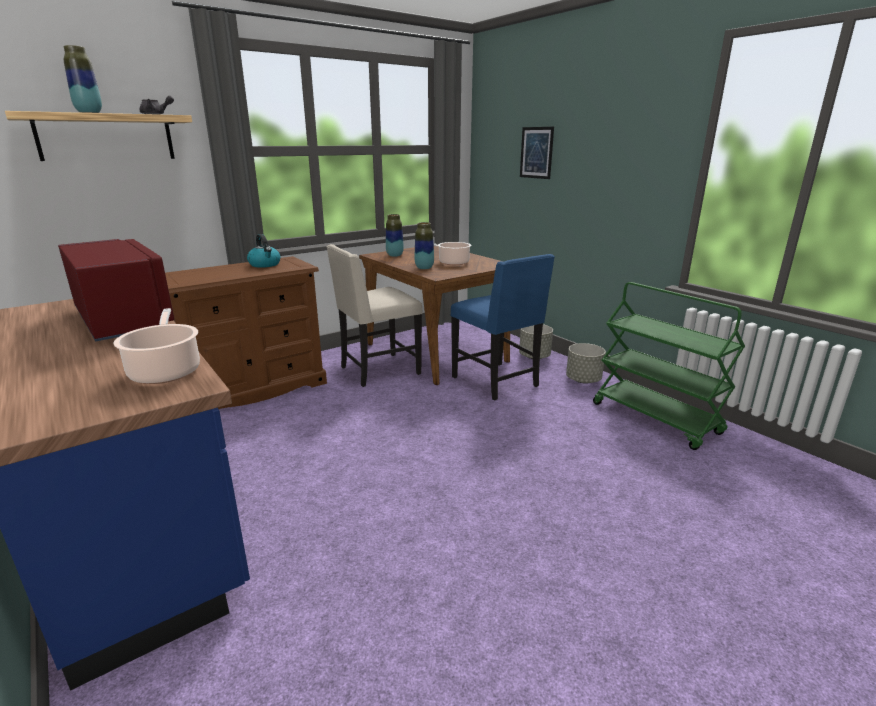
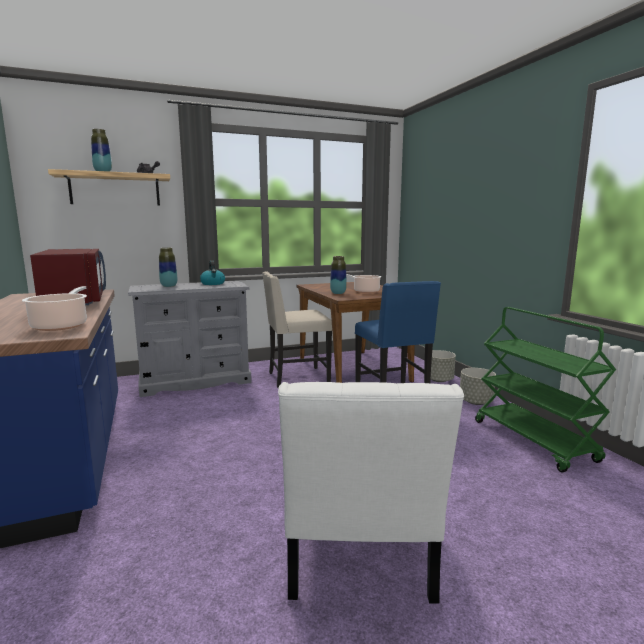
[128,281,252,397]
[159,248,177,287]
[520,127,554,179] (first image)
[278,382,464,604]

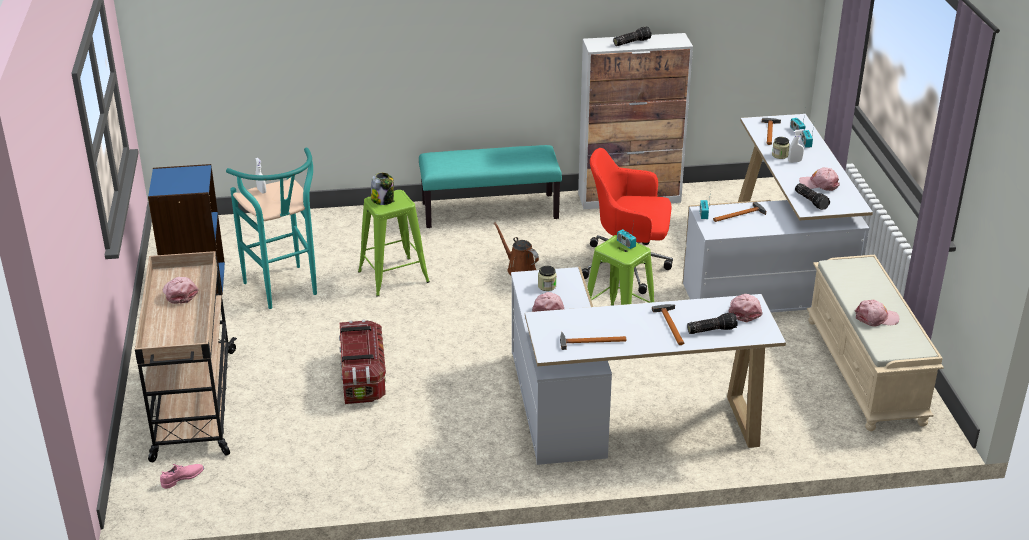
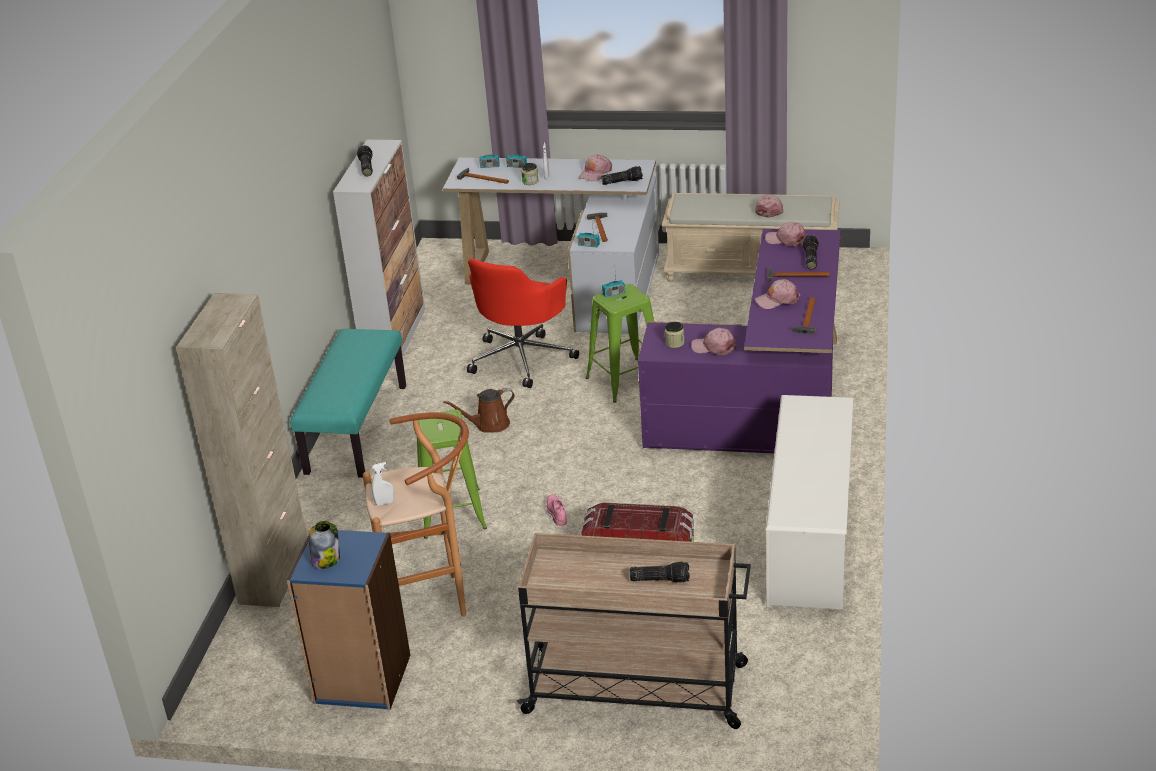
[547,494,567,526]
[755,279,800,309]
[363,412,469,617]
[309,521,340,569]
[638,229,841,453]
[176,293,307,607]
[630,562,690,583]
[765,395,854,609]

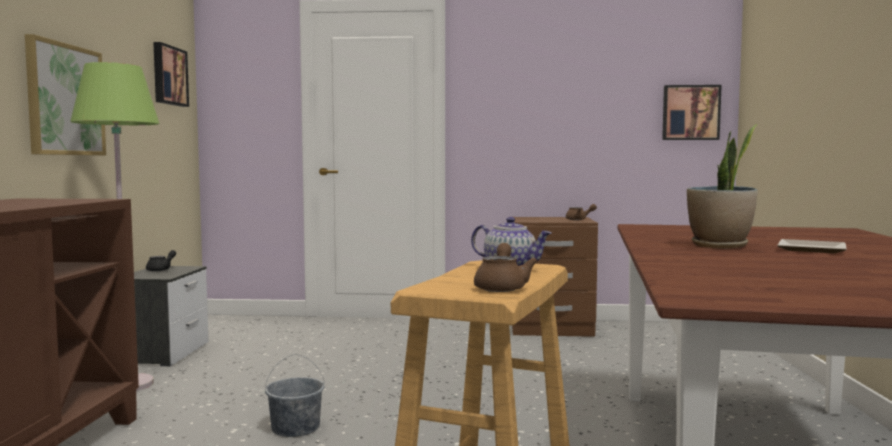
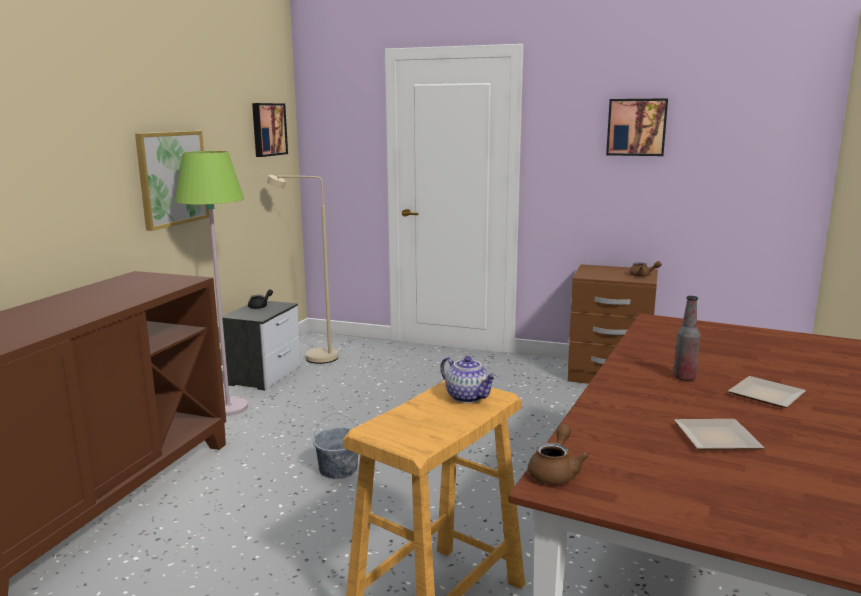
[528,424,589,485]
[606,98,668,156]
[673,296,700,381]
[266,175,338,364]
[675,419,764,450]

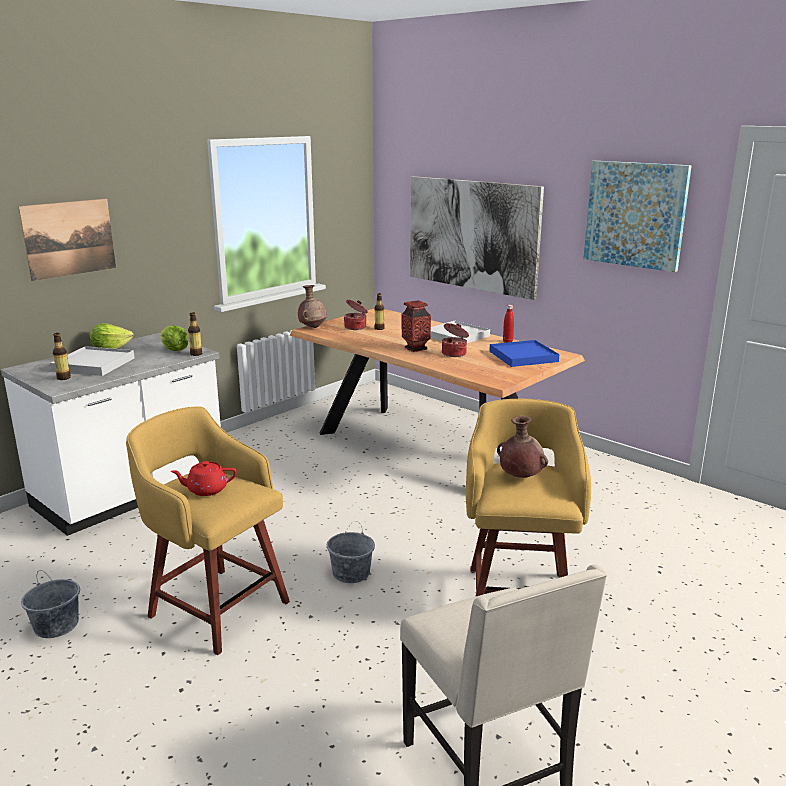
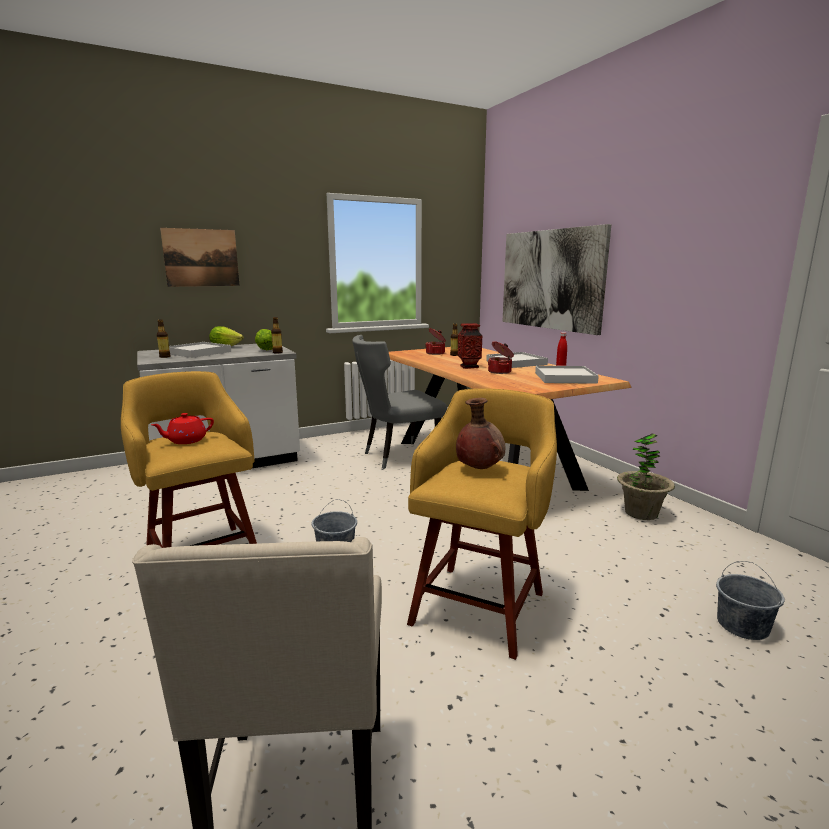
[716,561,785,640]
[151,413,214,444]
[298,285,327,328] (first image)
[535,366,599,384]
[583,161,692,272] (first image)
[352,335,447,469]
[617,433,675,520]

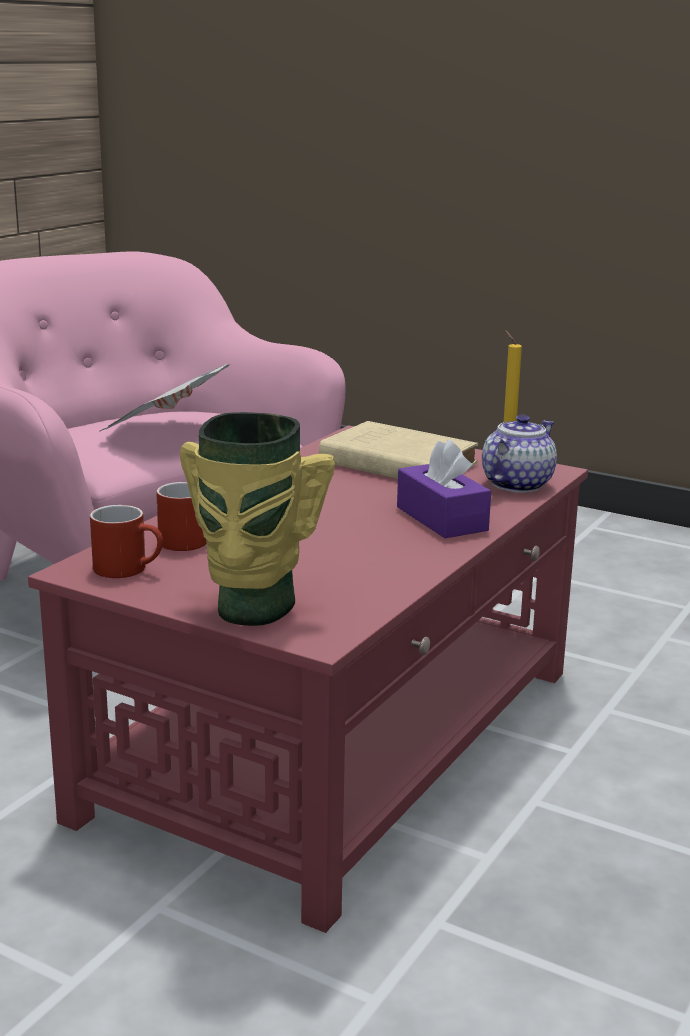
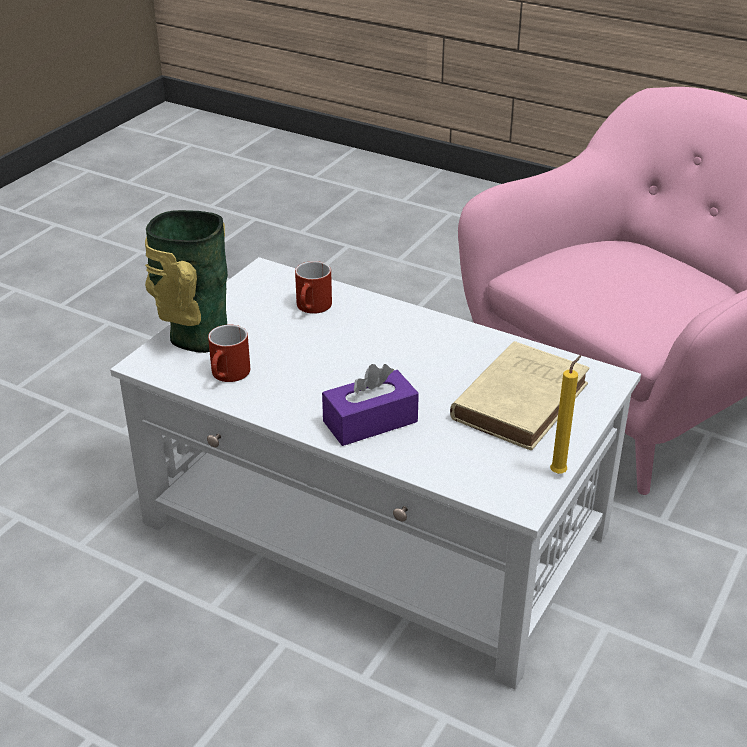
[110,257,641,689]
[208,325,250,382]
[100,364,229,431] (first image)
[482,414,557,493] (first image)

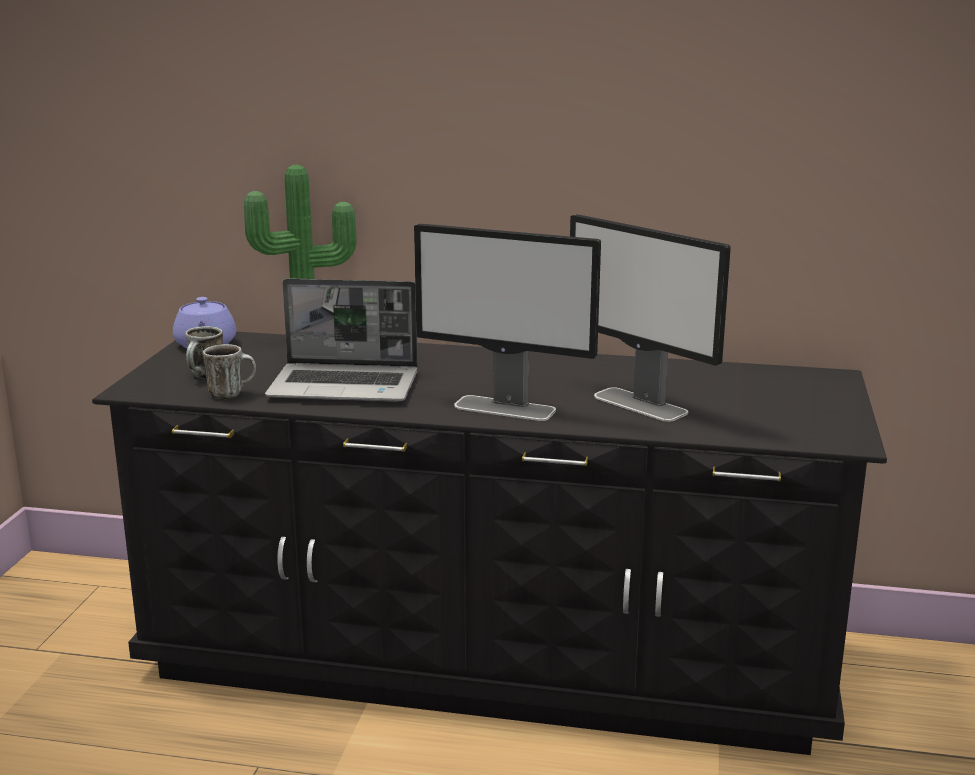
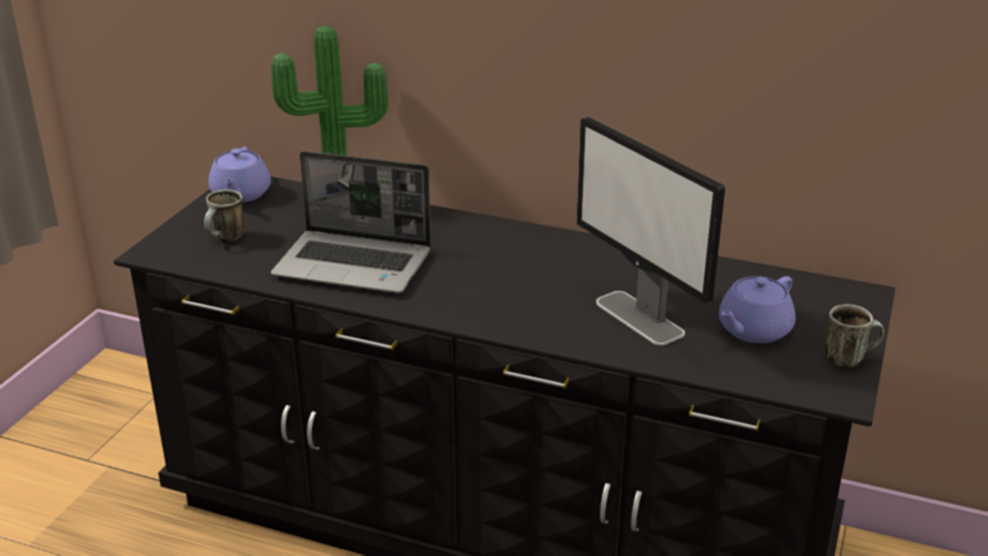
[825,304,884,368]
[414,223,601,421] (first image)
[719,276,795,343]

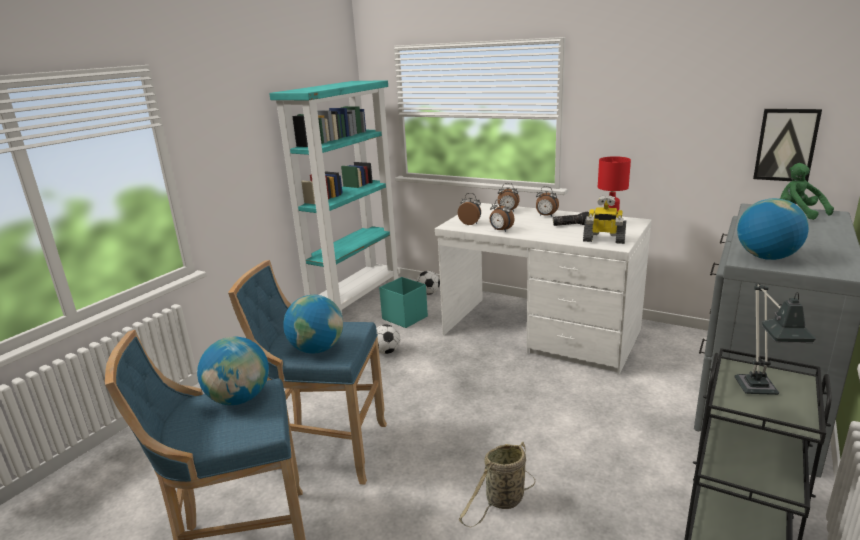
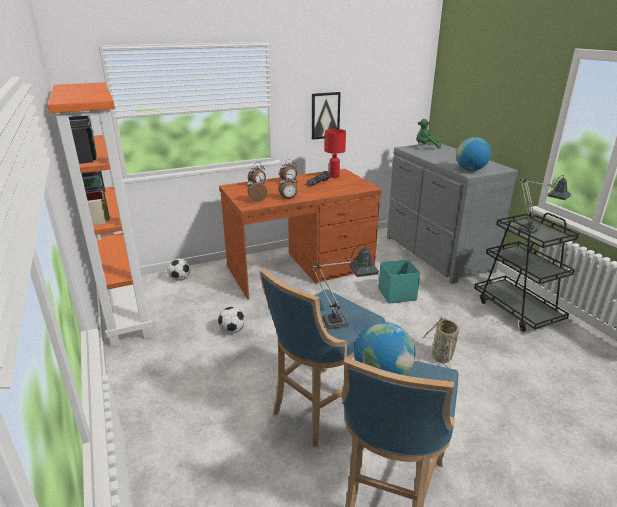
[47,82,152,347]
[311,244,379,329]
[378,259,420,304]
[219,169,382,300]
[583,195,626,244] (first image)
[312,92,341,140]

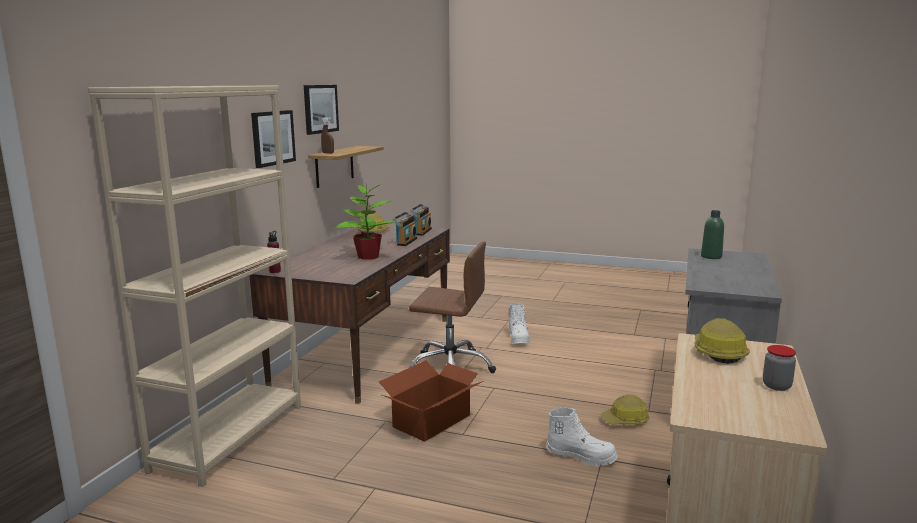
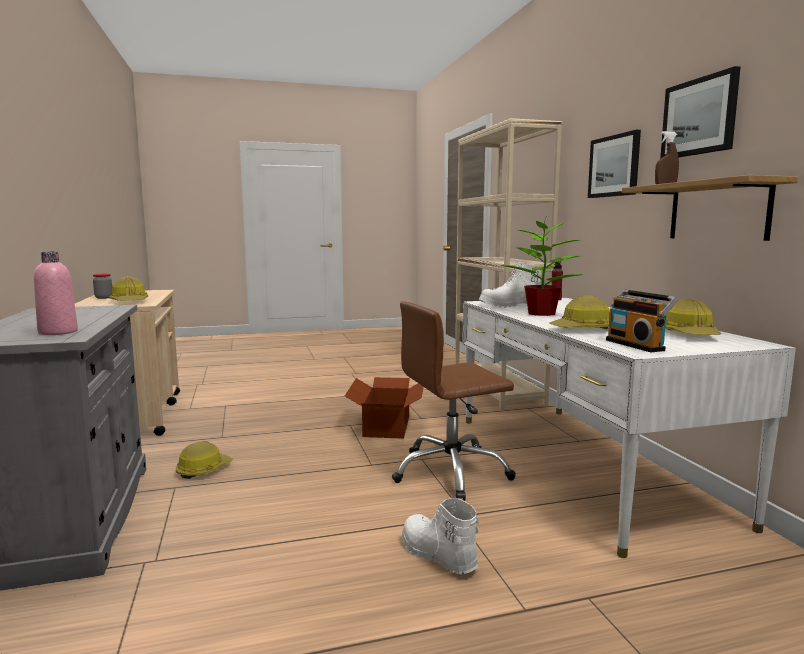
[462,298,796,558]
[550,295,610,330]
[479,262,542,308]
[34,251,78,335]

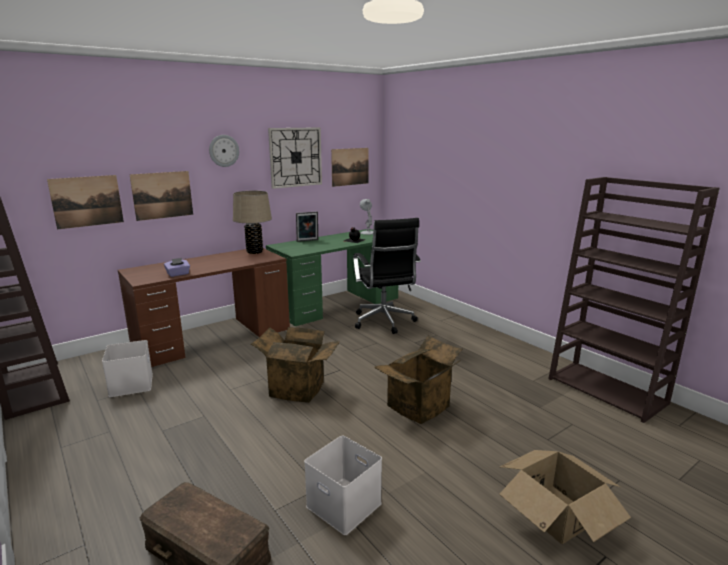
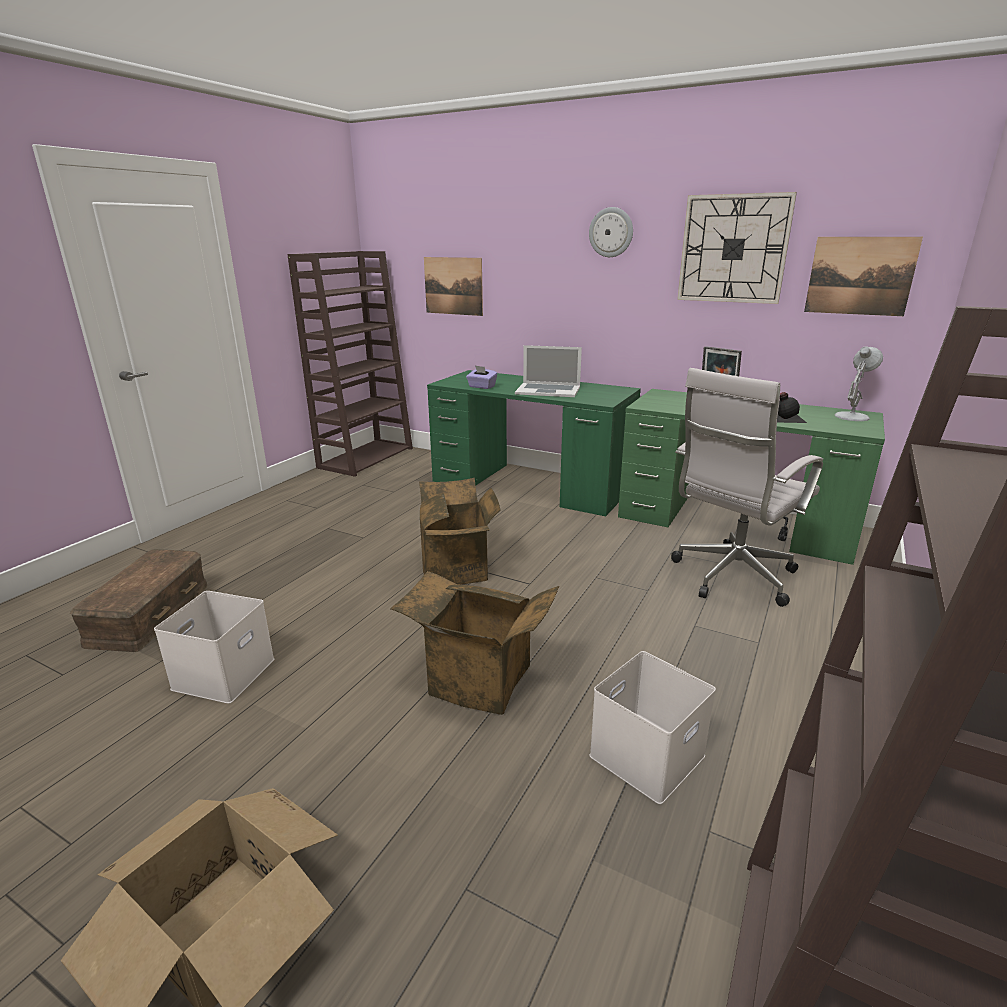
[589,651,716,804]
[427,370,641,516]
[130,171,193,221] (first image)
[233,191,272,254] (first image)
[671,368,823,607]
[515,345,582,397]

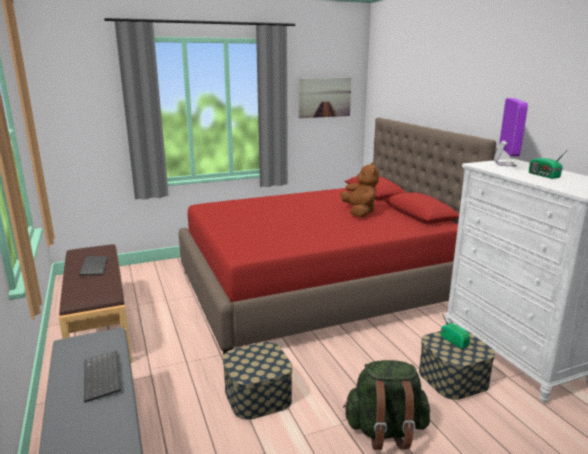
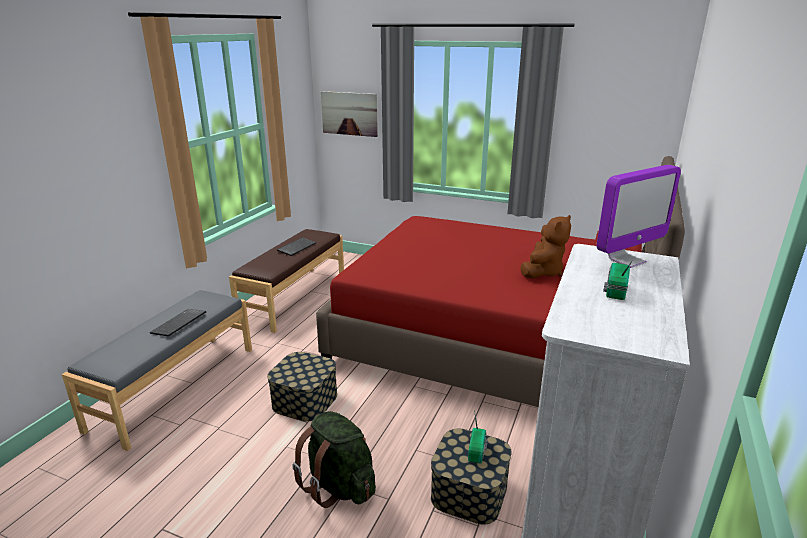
[321,91,378,137]

